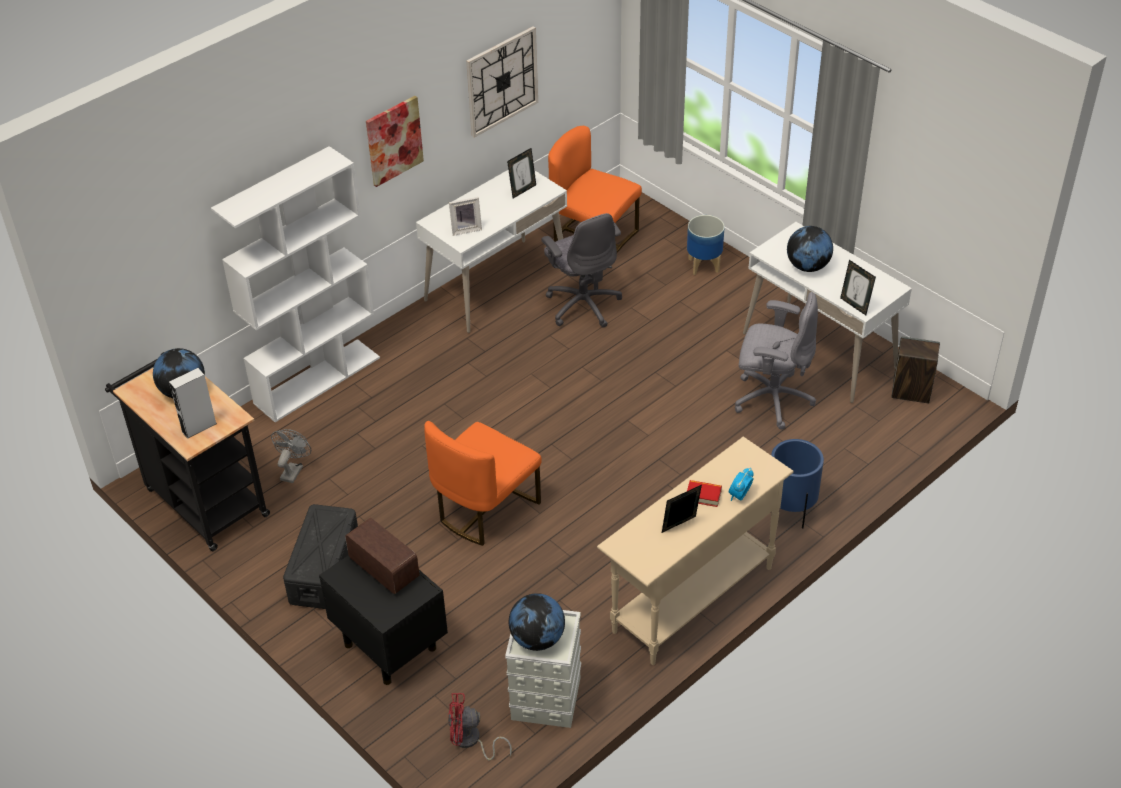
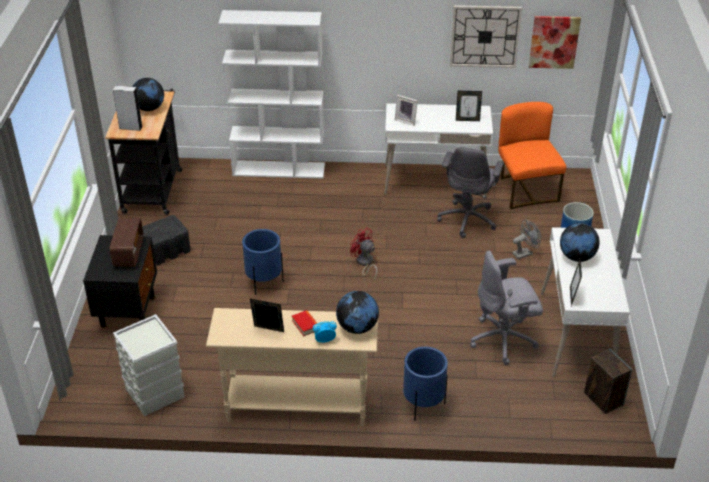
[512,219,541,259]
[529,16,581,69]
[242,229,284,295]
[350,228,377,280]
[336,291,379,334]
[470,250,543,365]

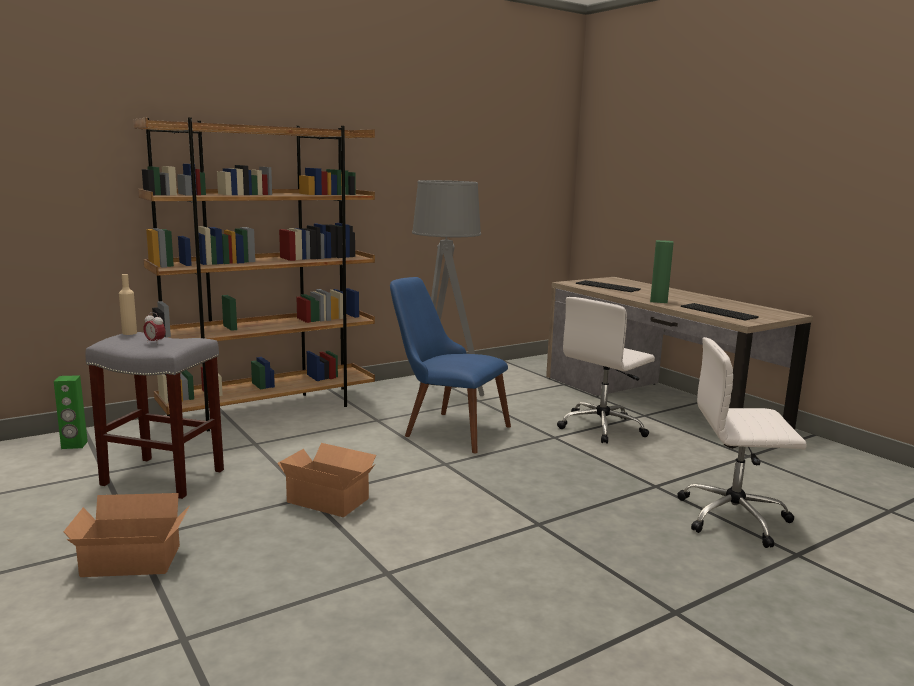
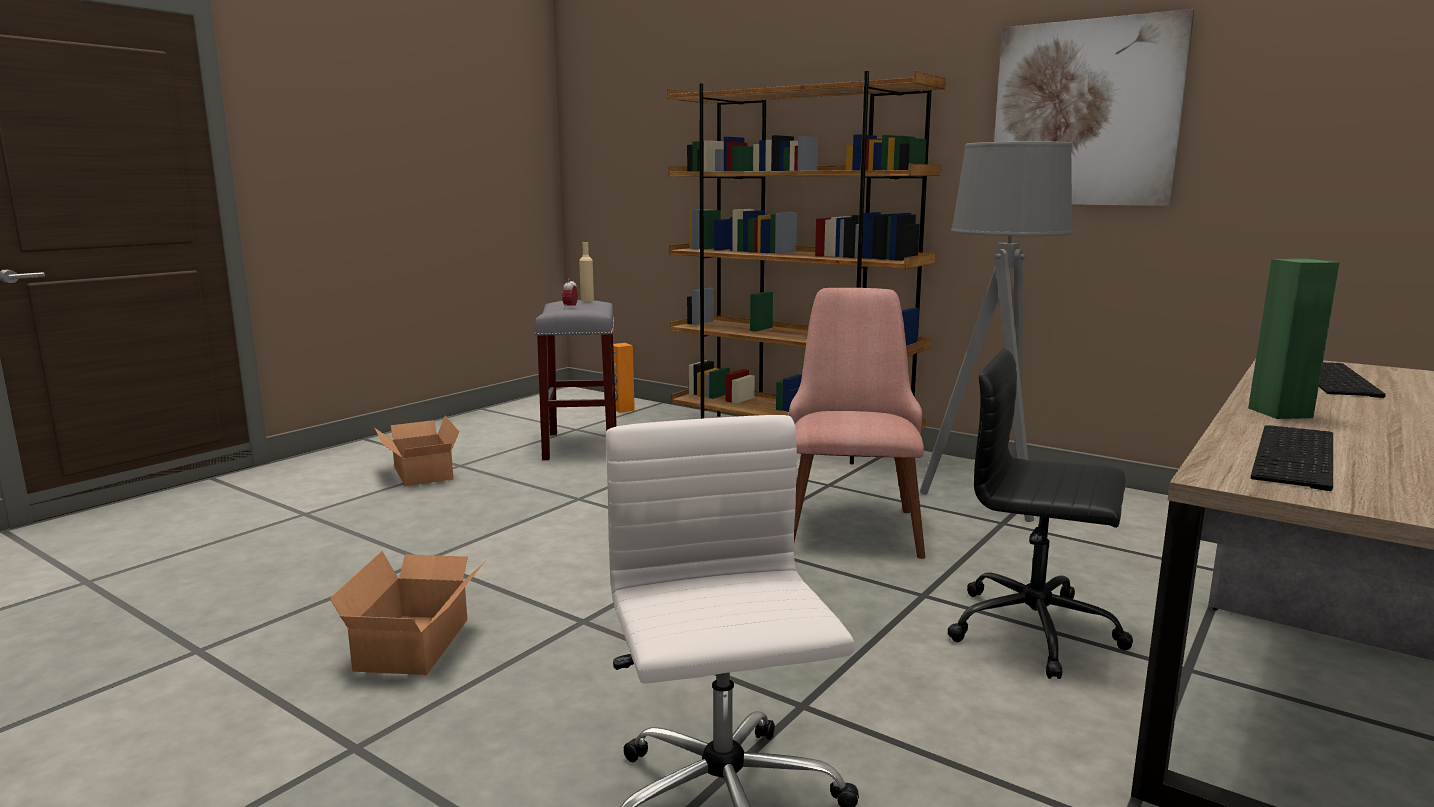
[613,343,635,413]
[330,551,486,675]
[789,288,925,559]
[948,348,1133,679]
[994,9,1195,206]

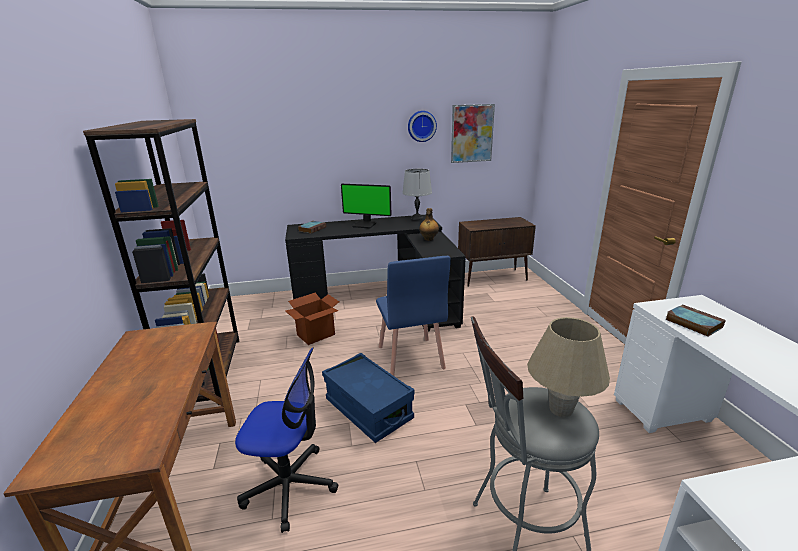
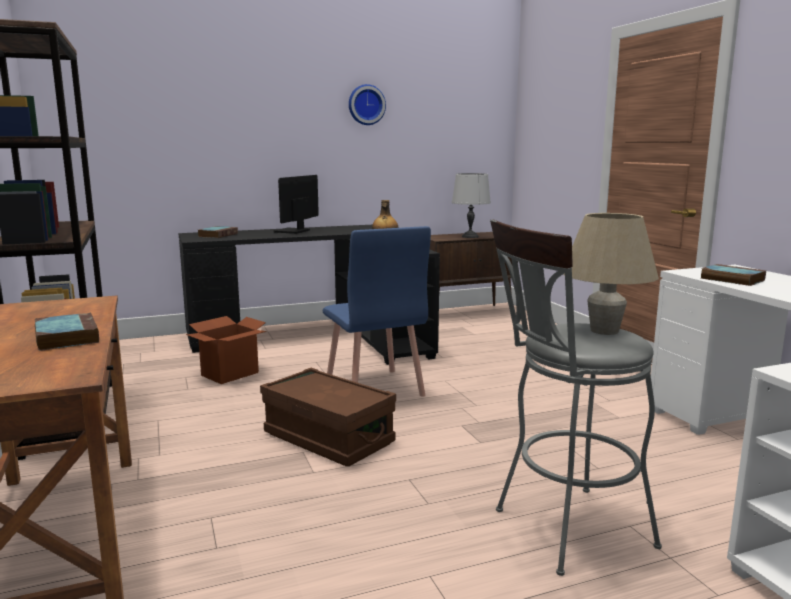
[235,348,338,533] (first image)
[260,368,396,466]
[274,175,319,234]
[452,173,491,238]
[451,104,495,163] (first image)
[35,313,99,351]

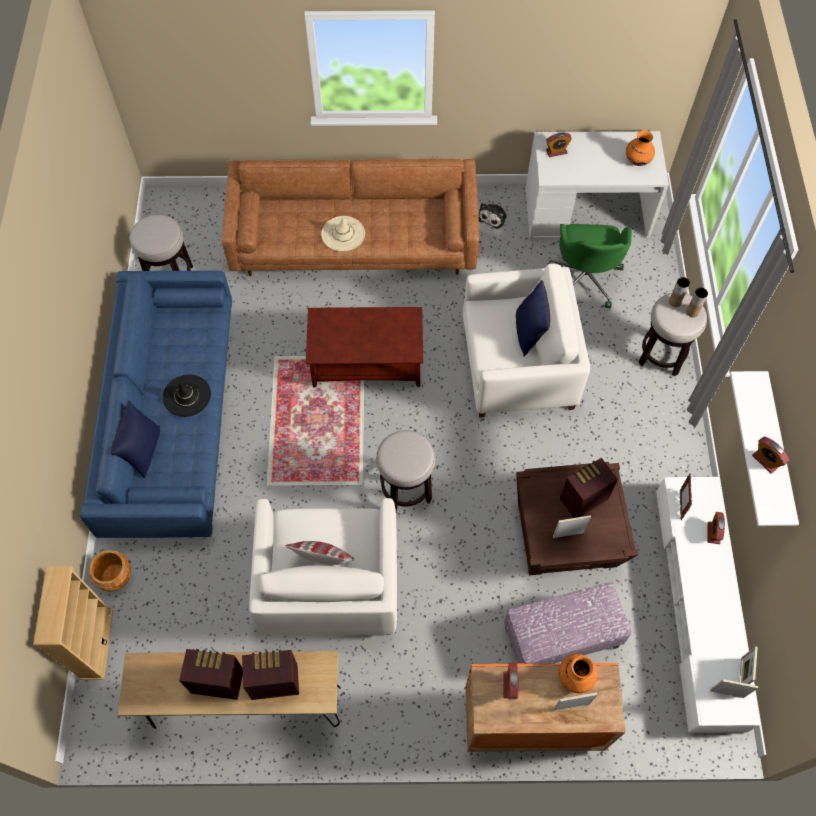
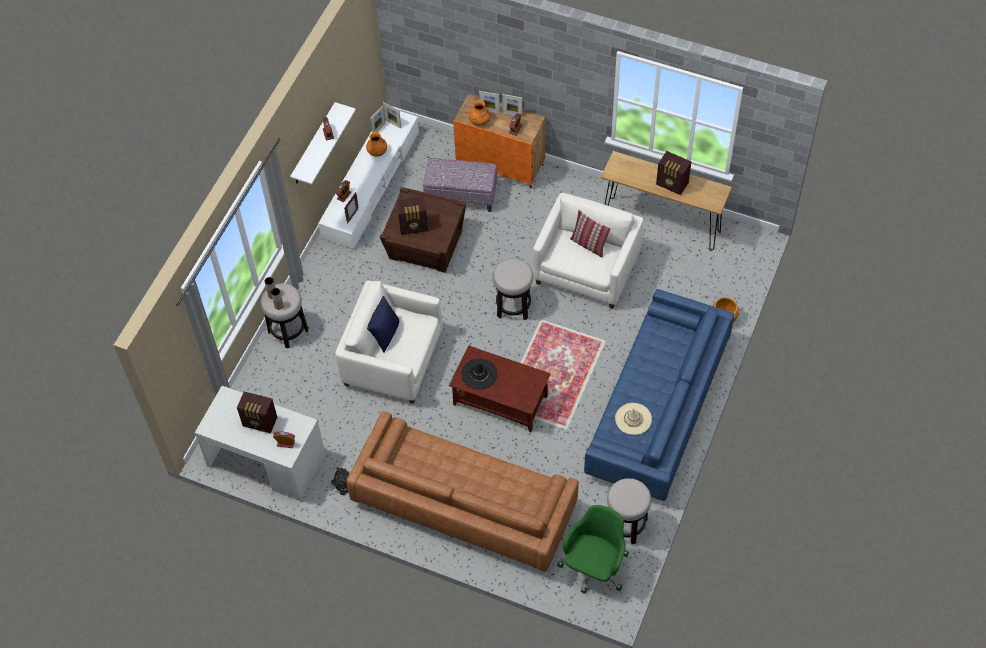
[33,566,113,680] (first image)
[111,401,160,478] (first image)
[461,358,497,389]
[237,392,277,433]
[615,403,652,435]
[558,505,629,594]
[502,94,522,117]
[366,132,387,157]

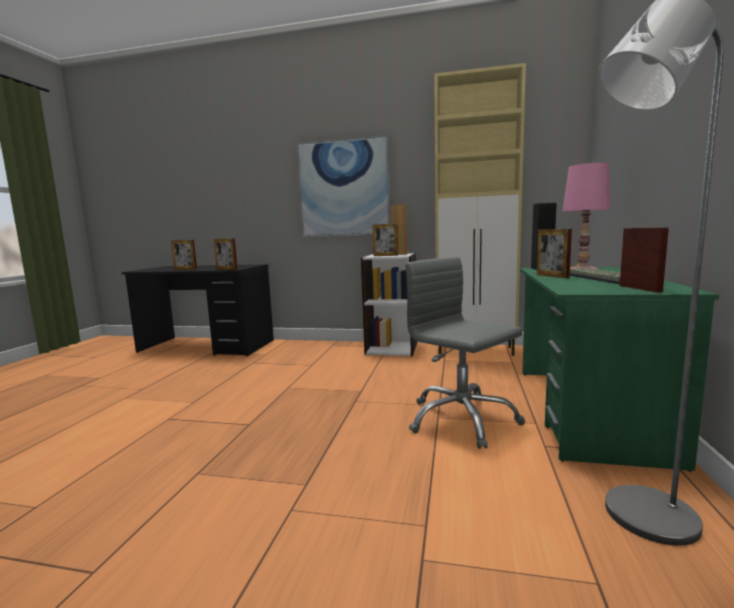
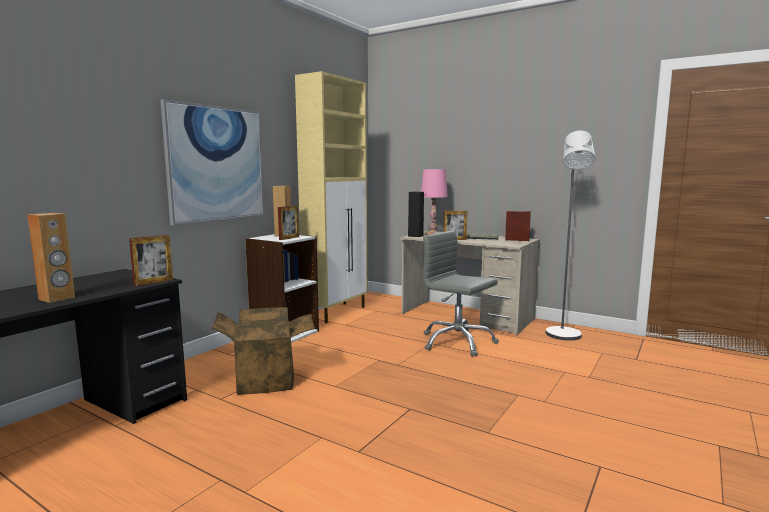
[27,213,75,303]
[423,231,499,357]
[400,231,540,335]
[211,307,315,395]

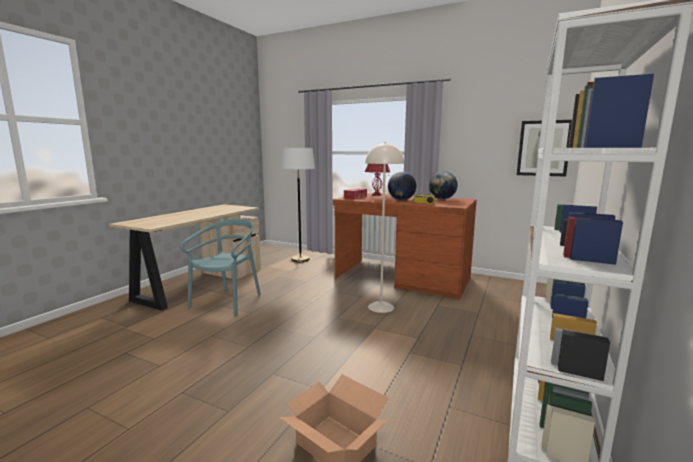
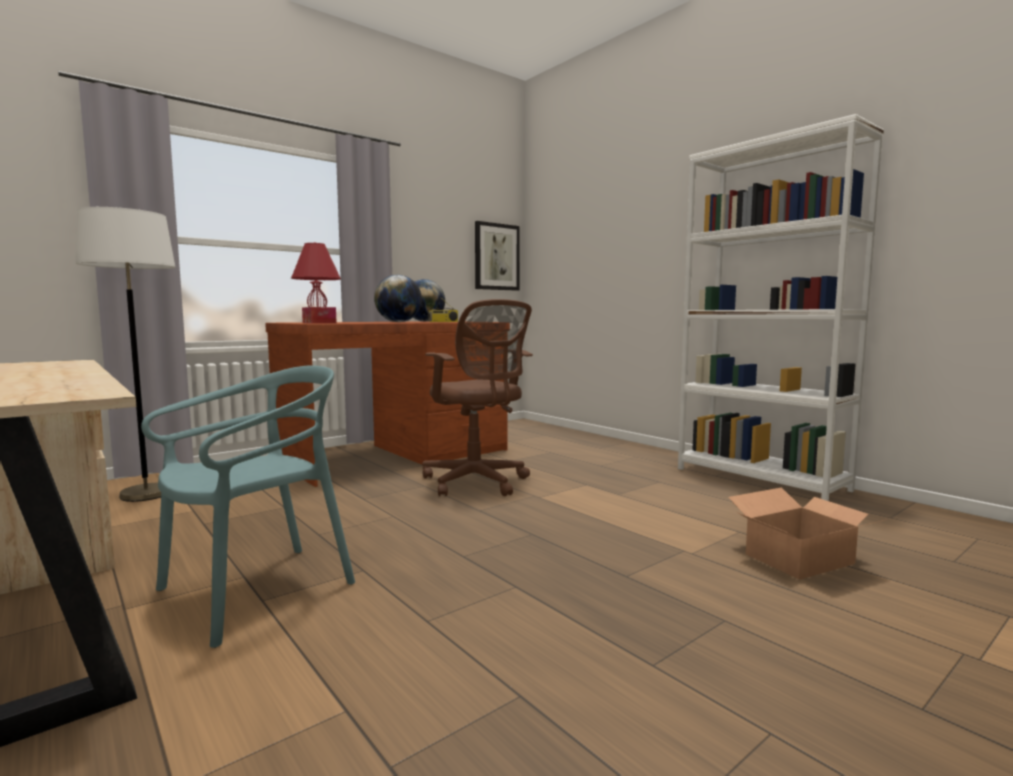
[141,366,355,648]
[422,299,533,496]

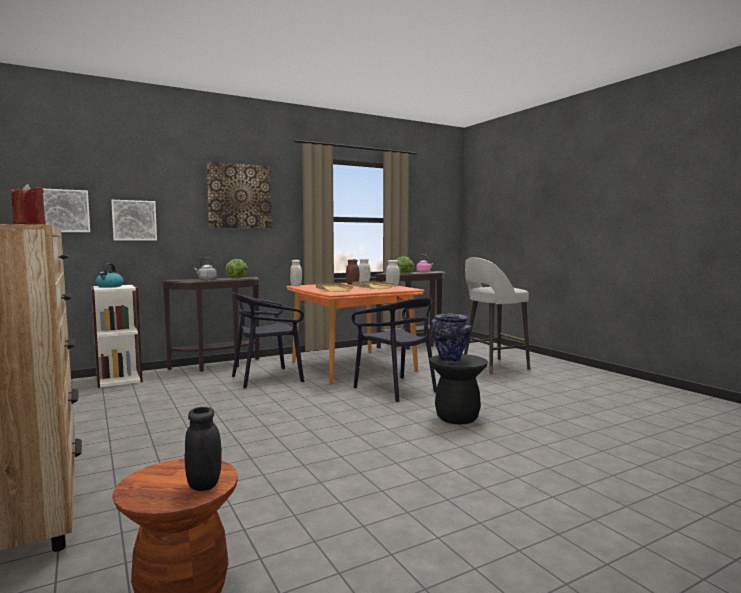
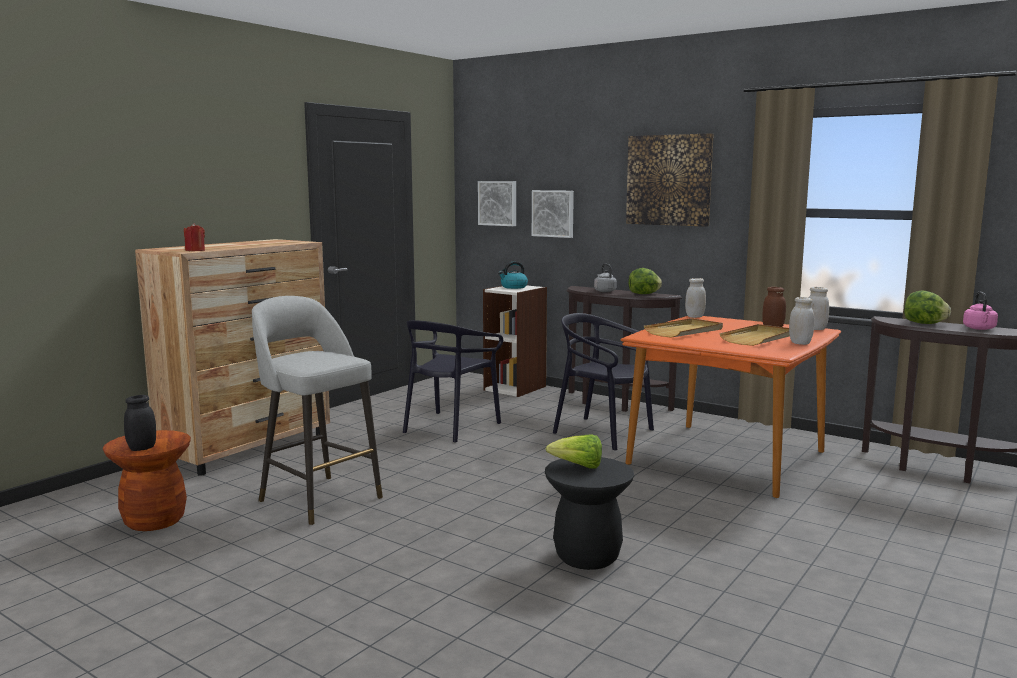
[403,320,503,442]
[546,434,602,468]
[252,296,383,525]

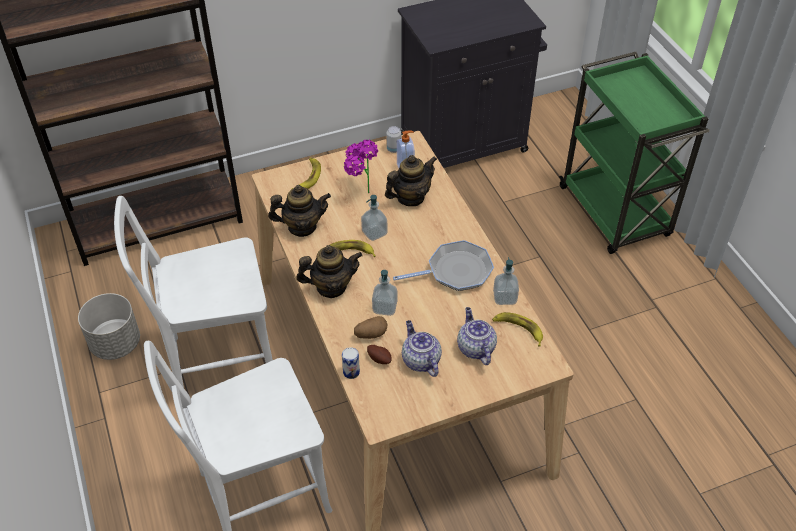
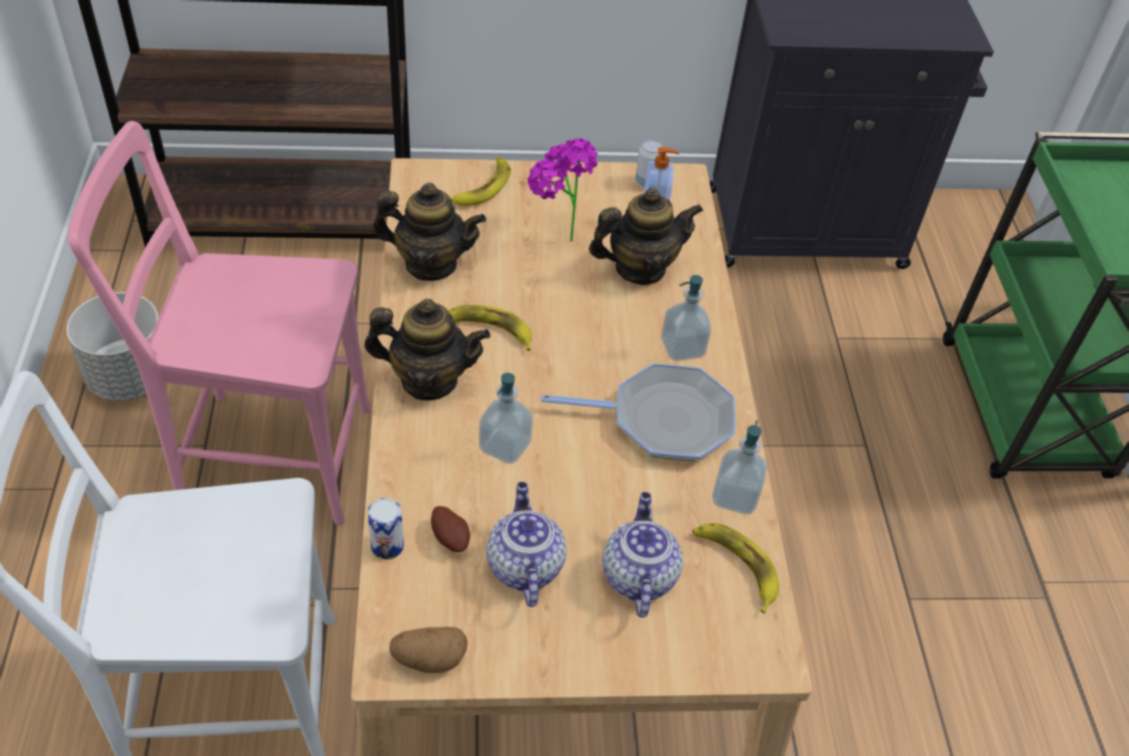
[67,121,371,525]
[389,627,468,673]
[661,275,711,361]

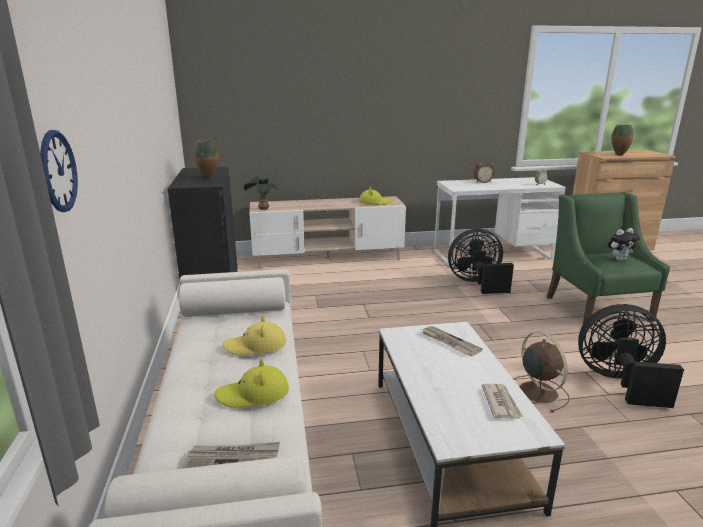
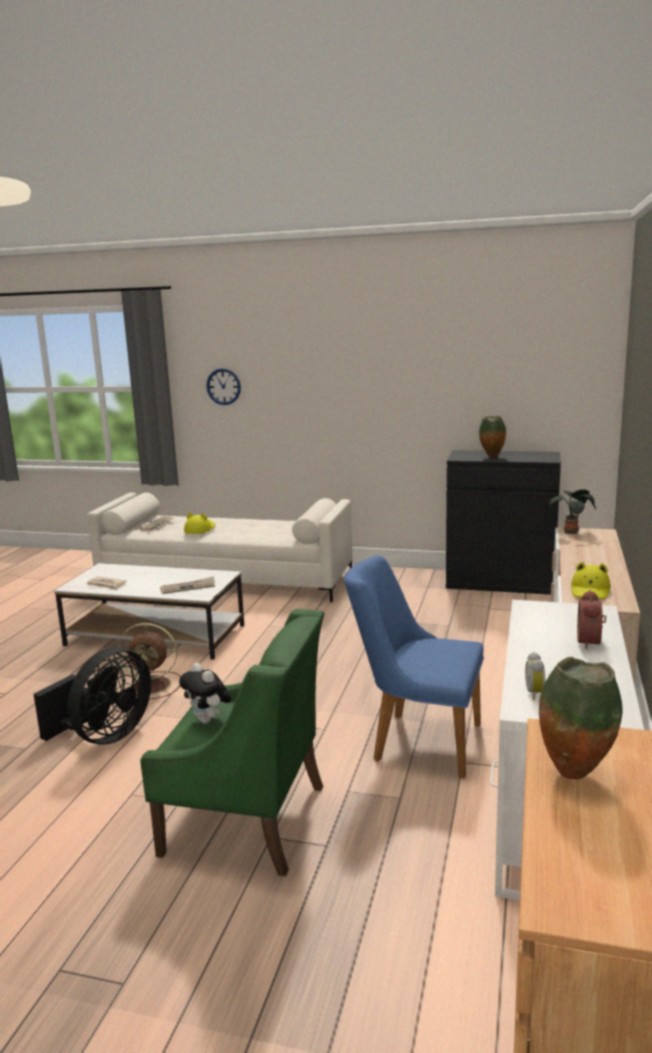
[222,316,286,355] (first image)
[344,555,484,779]
[179,663,231,724]

